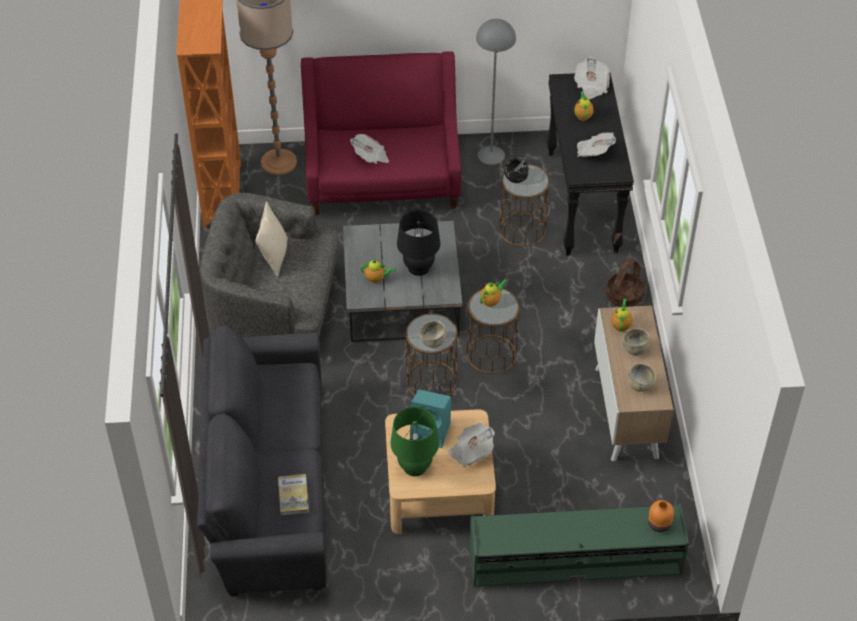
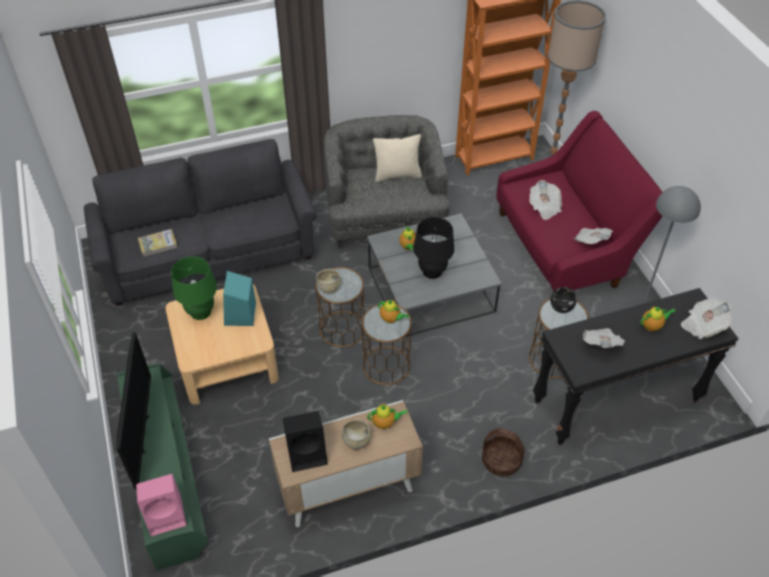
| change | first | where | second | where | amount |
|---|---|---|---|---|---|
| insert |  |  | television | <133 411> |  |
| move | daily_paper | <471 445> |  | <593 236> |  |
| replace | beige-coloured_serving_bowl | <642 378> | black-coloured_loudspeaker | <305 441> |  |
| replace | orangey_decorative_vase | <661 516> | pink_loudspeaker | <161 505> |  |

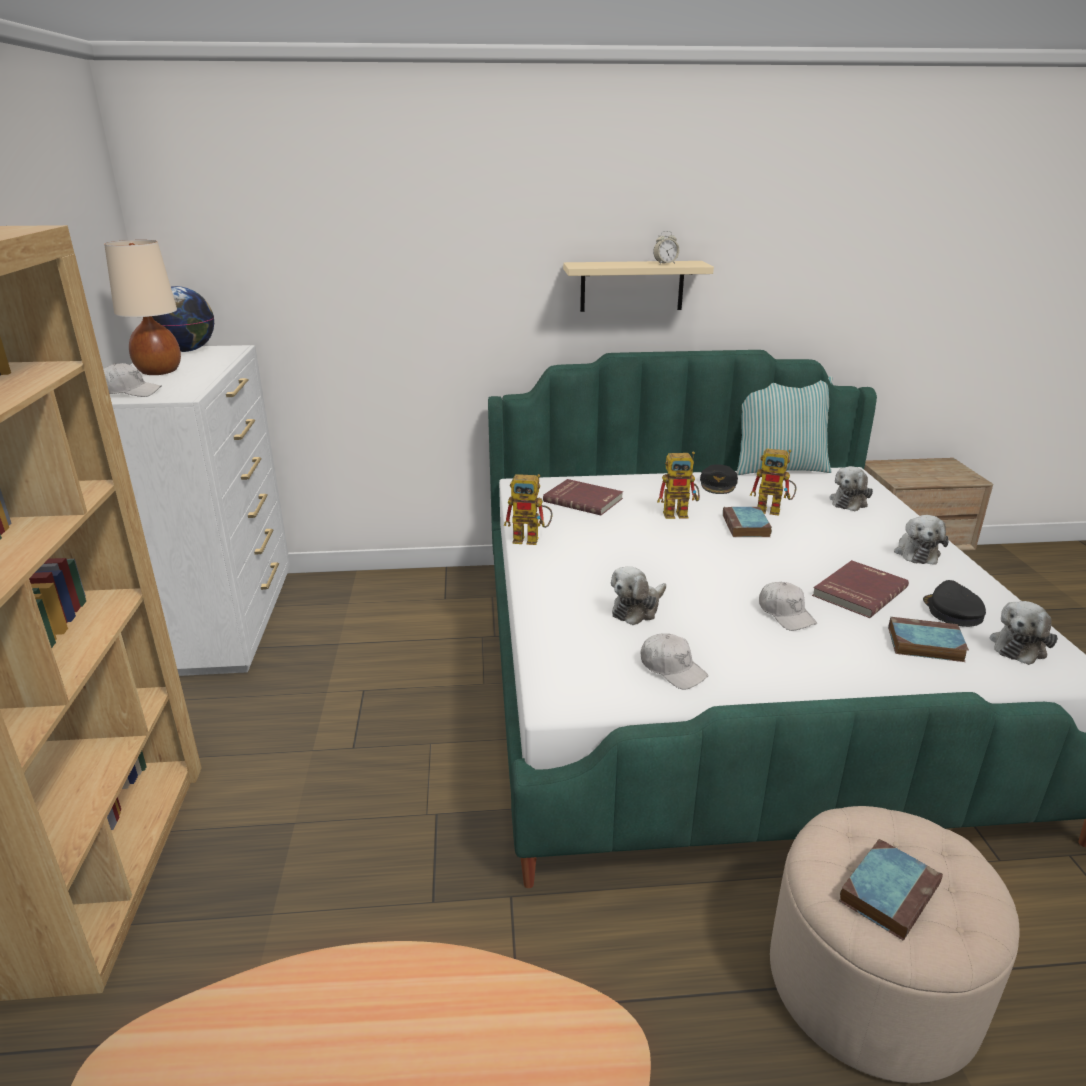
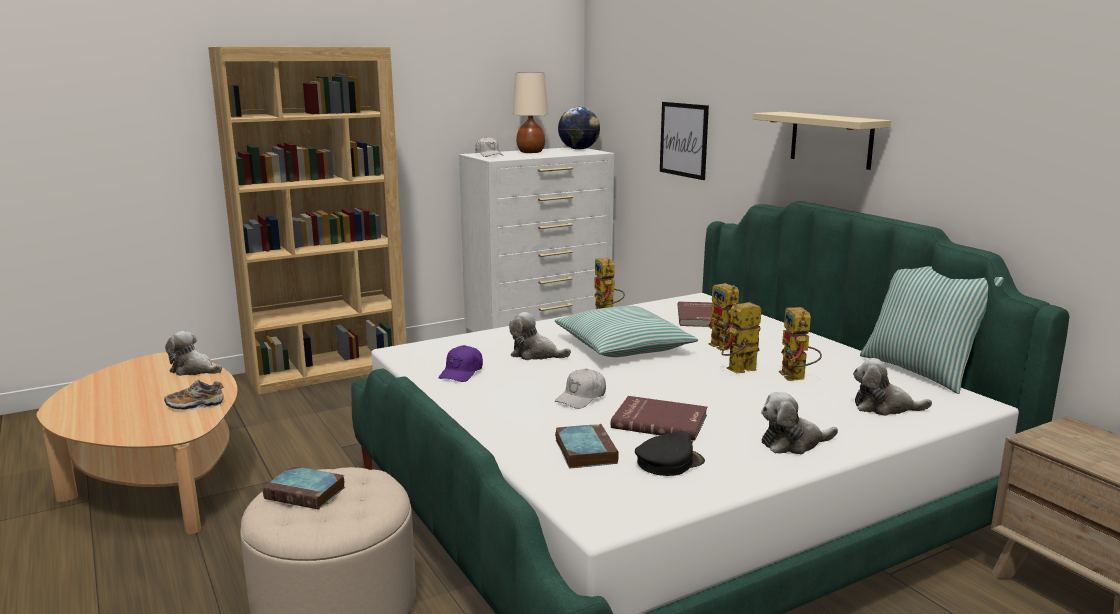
| change | first | where | second | where | amount |
|---|---|---|---|---|---|
| delete | alarm_clock | <666 247> |  |  |  |
| delete | black-coloured_baseball_cap | <719 479> |  |  |  |
| insert |  |  | low_shoe | <194 395> |  |
| insert |  |  | cushion | <626 331> |  |
| insert |  |  | wall_art | <684 141> |  |
| move | plush_toy | <1024 633> |  | <193 353> |  |
| replace | bound_book | <747 522> | robot_figure | <741 337> |  |
| recolor | whitish_baseball_cap | <674 661> | purplish_baseball_cap | <461 363> |  |

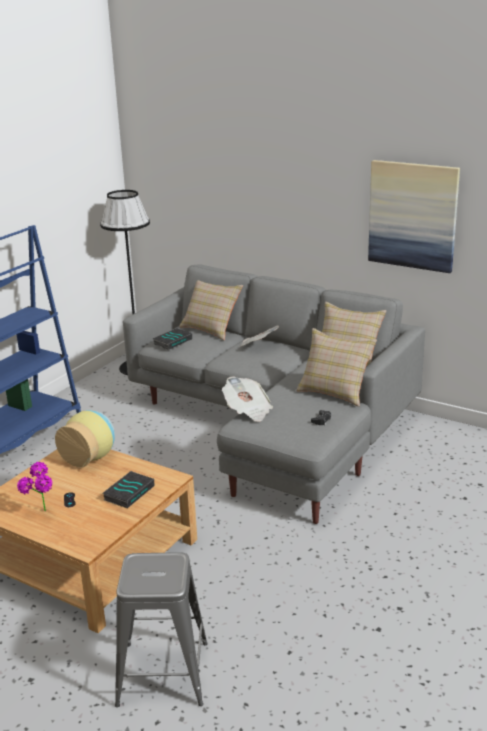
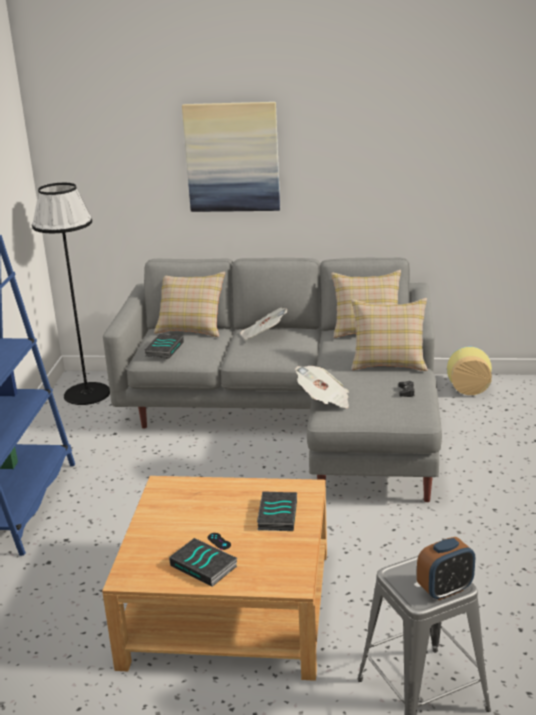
| change | first | where | second | where | amount |
|---|---|---|---|---|---|
| insert |  |  | alarm_clock | <446 568> |  |
| move | decorative_vase | <85 439> |  | <469 371> |  |
| move | wall_art | <414 216> |  | <231 157> |  |
| replace | houseplant | <35 486> | bound_book | <203 562> |  |

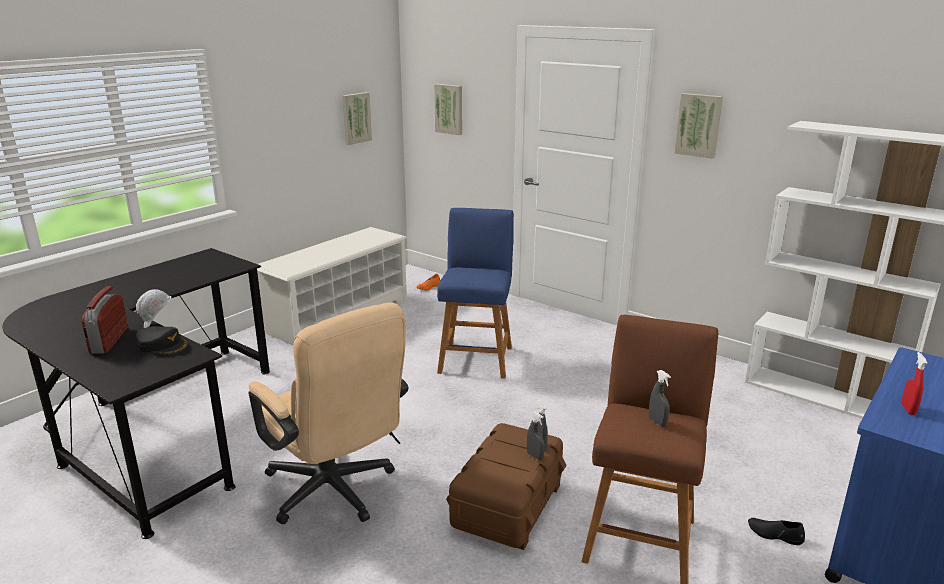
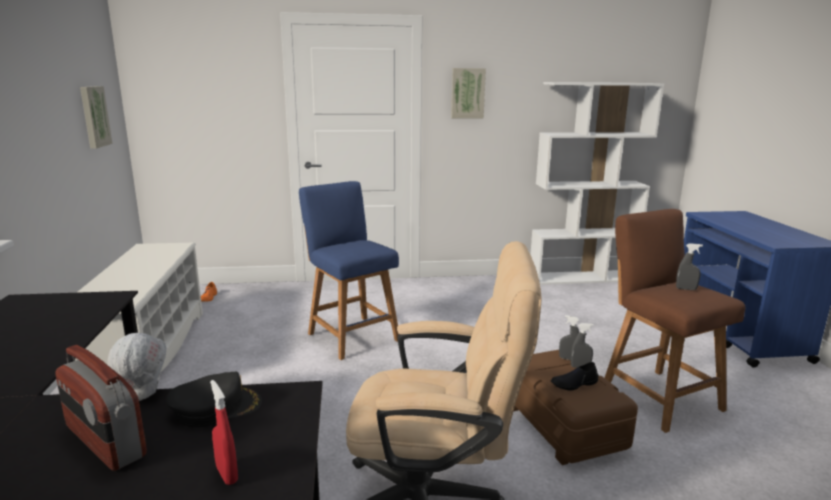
| change | first | where | second | where | amount |
|---|---|---|---|---|---|
| delete | wall_art | <448 109> |  |  |  |
| move | black-coloured_low_shoe | <776 531> |  | <574 376> |  |
| move | red_hand_sprayer | <914 383> |  | <224 432> |  |

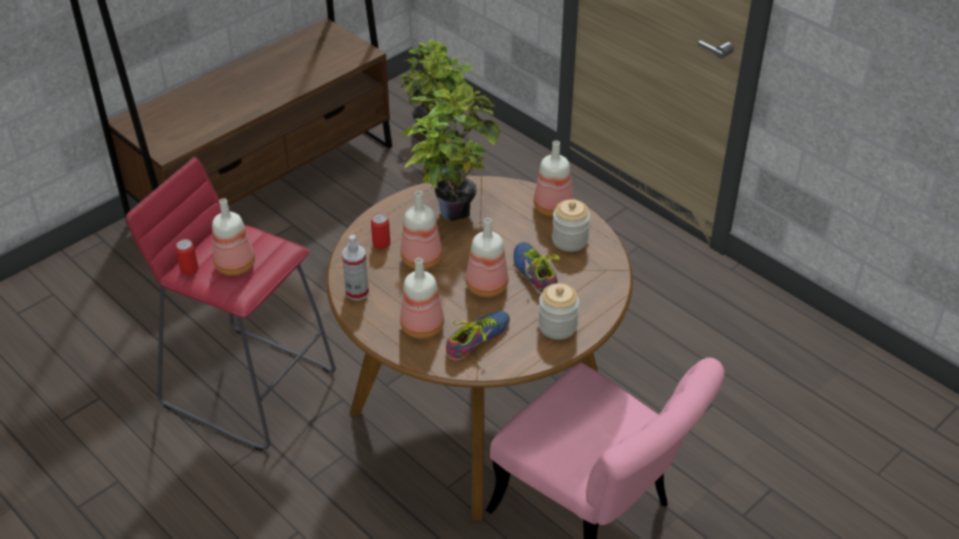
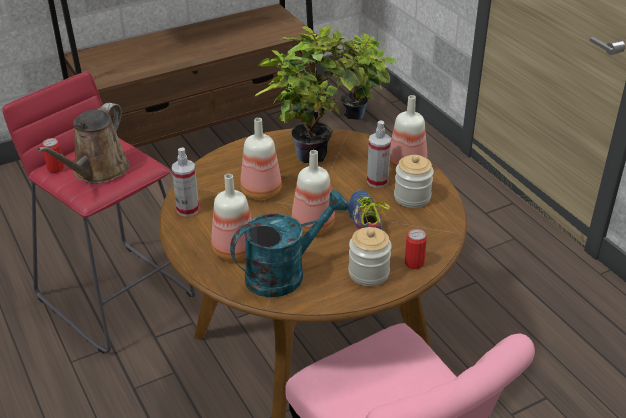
| change | first | where | second | where | amount |
|---|---|---|---|---|---|
| insert |  |  | hand_sprayer | <379 154> |  |
| move | can | <380 231> |  | <416 249> |  |
| replace | drink_bottle | <233 237> | brown_sprinkling_can | <83 143> |  |
| replace | low_shoe | <478 336> | turquoise-coloured_sprinkling_can | <289 244> |  |

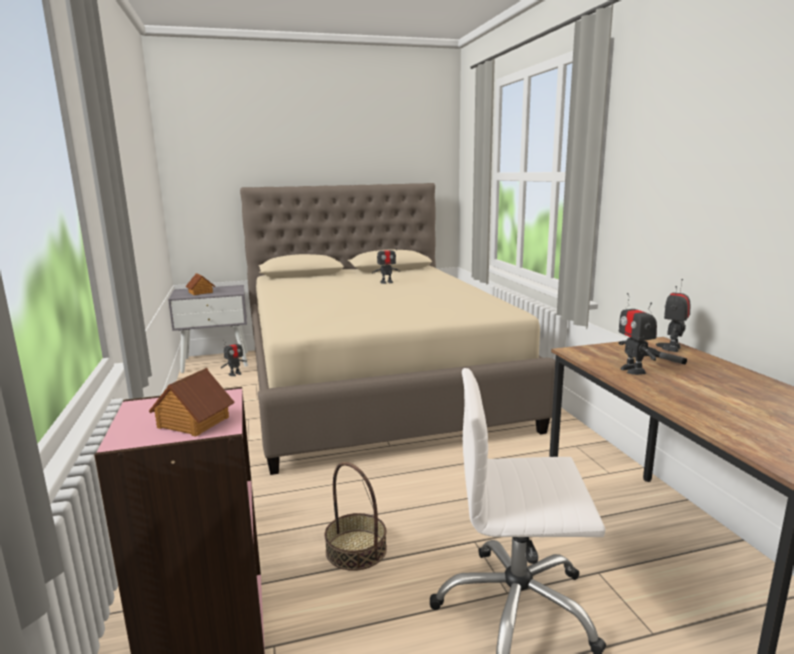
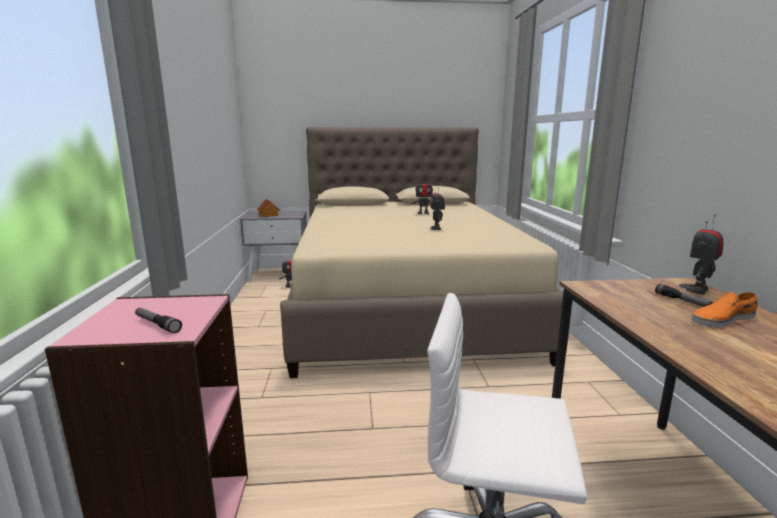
| change | first | where | second | where | amount |
|---|---|---|---|---|---|
| delete | storage_basket | <356 516> |  |  |  |
| insert |  |  | orangey_low_shoe | <724 309> |  |
| move | robot_figure | <637 334> |  | <437 207> |  |
| replace | toy_house | <191 402> | flashlight | <158 320> |  |

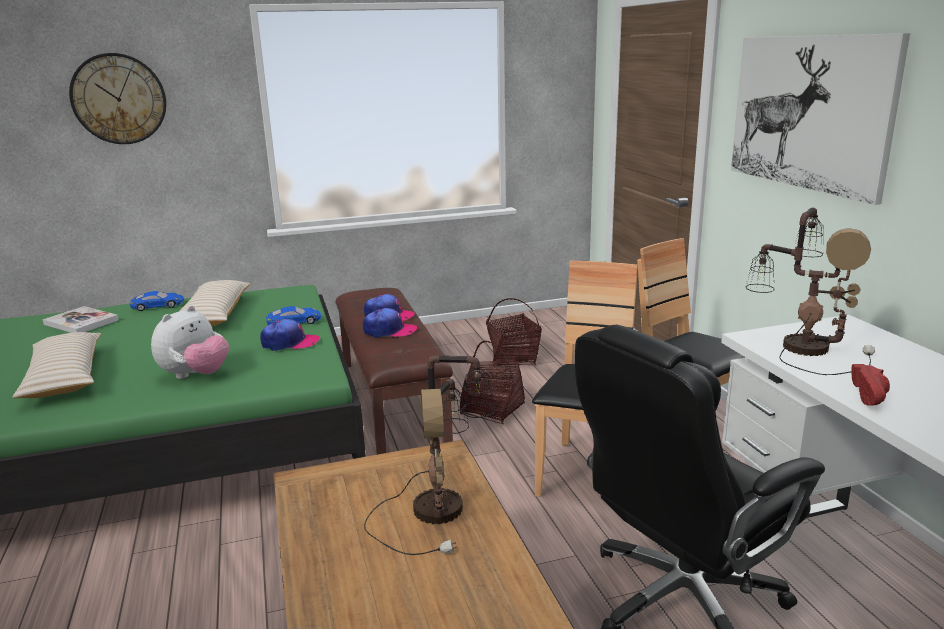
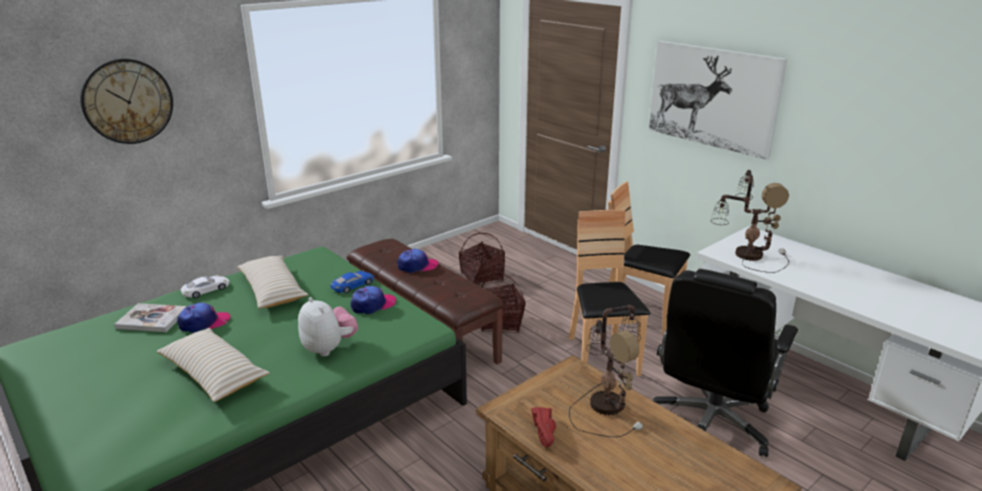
| change | first | where | second | where | amount |
|---|---|---|---|---|---|
| move | baseball_cap | <390 322> |  | <203 317> |  |
| move | red_low_shoe | <870 385> |  | <543 427> |  |
| recolor | blue-coloured_toy_car | <156 301> | whitish_toy_car | <205 286> |  |
| rotate | plush_toy | <190 342> |  | <328 326> | 45 degrees counterclockwise |

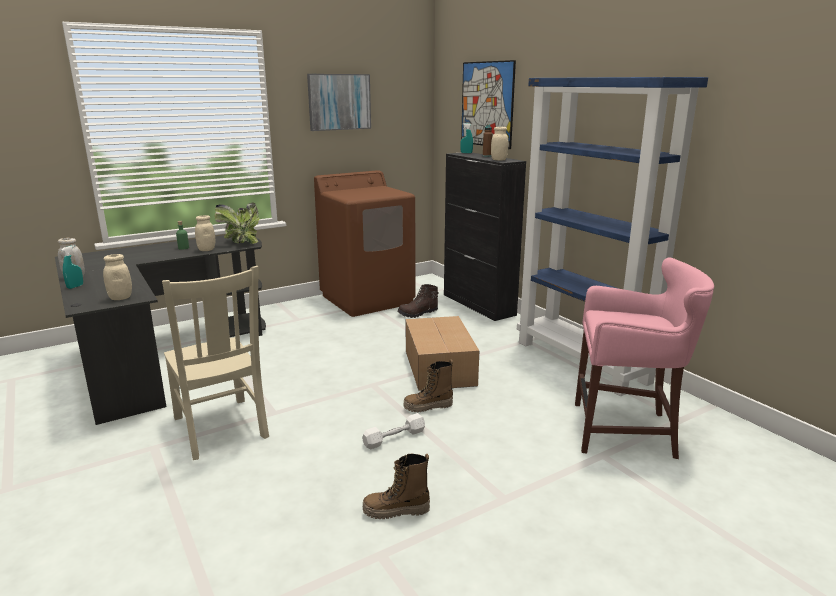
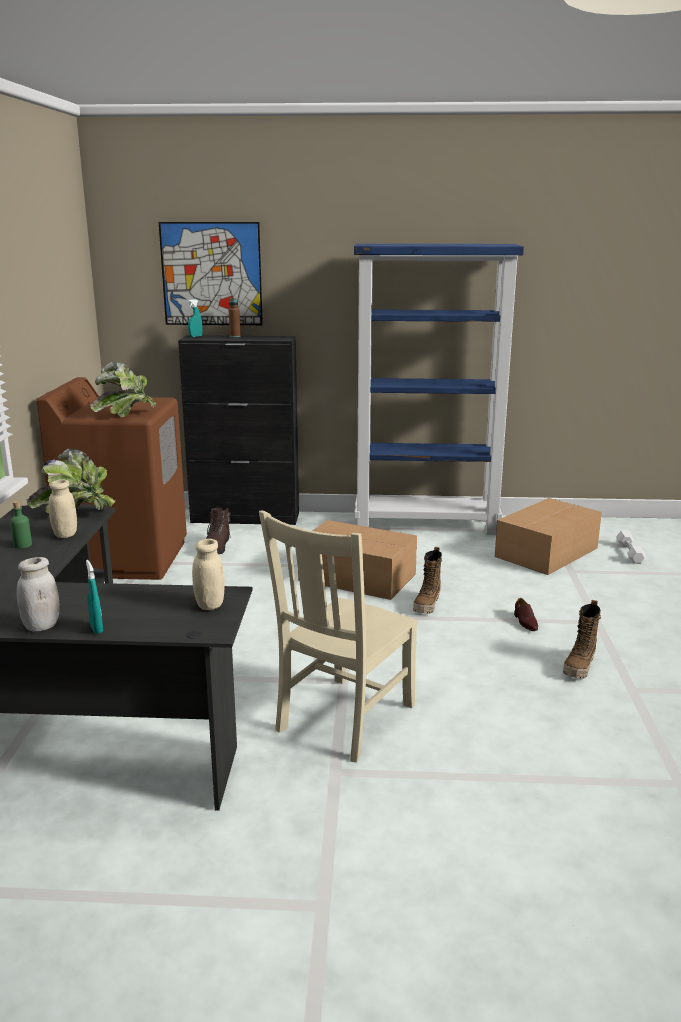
| change | first | where | second | where | amount |
|---|---|---|---|---|---|
| delete | wall_art | <339 102> |  |  |  |
| delete | beige-coloured_jar | <499 143> |  |  |  |
| insert |  |  | houseplant | <123 389> |  |
| insert |  |  | brown_low_shoe | <526 614> |  |
| move | whitish_dumbbell | <393 431> |  | <631 547> |  |
| replace | pink_stool | <644 358> | packing_box | <548 536> |  |
| rotate | beige-coloured_chair | <215 363> |  | <338 637> | 120 degrees clockwise |

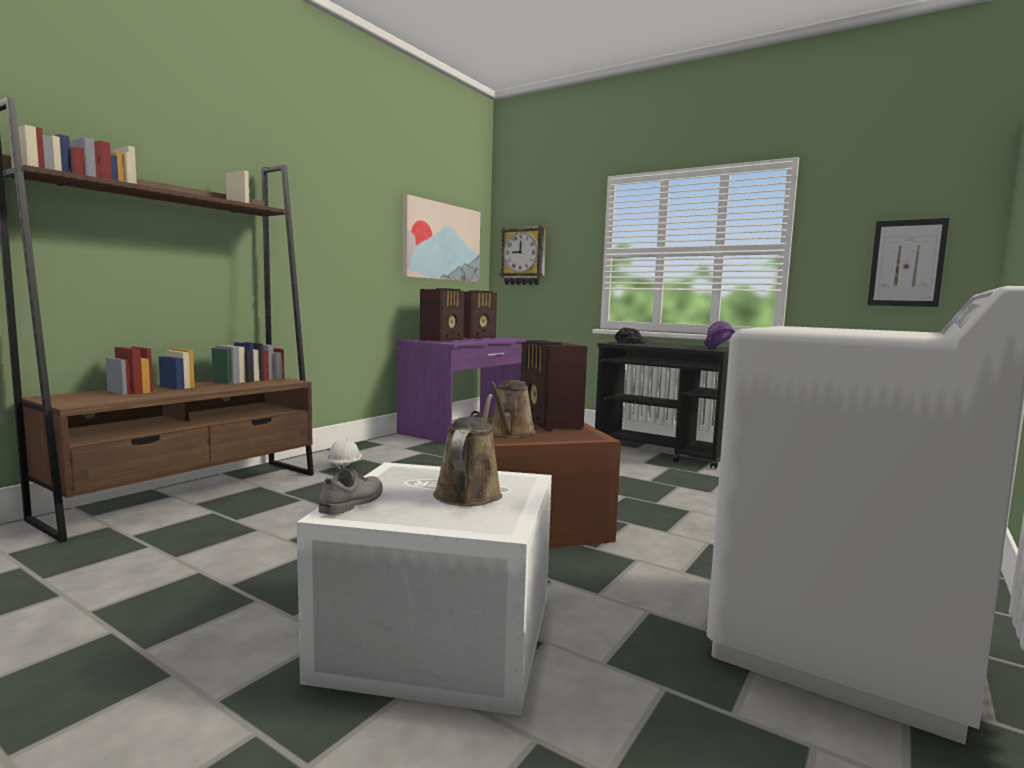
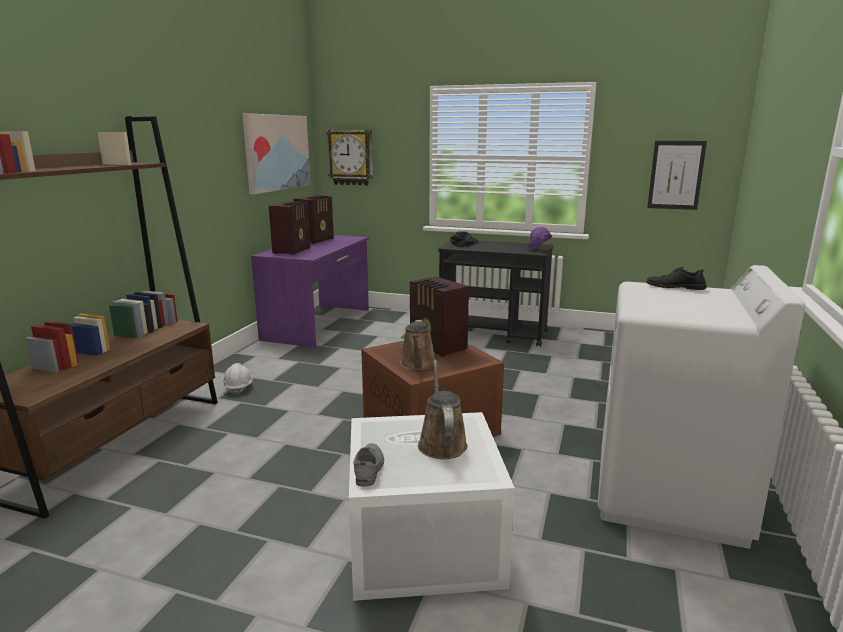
| change | first | where | second | where | amount |
|---|---|---|---|---|---|
| insert |  |  | black-coloured_low_shoe | <676 278> |  |

